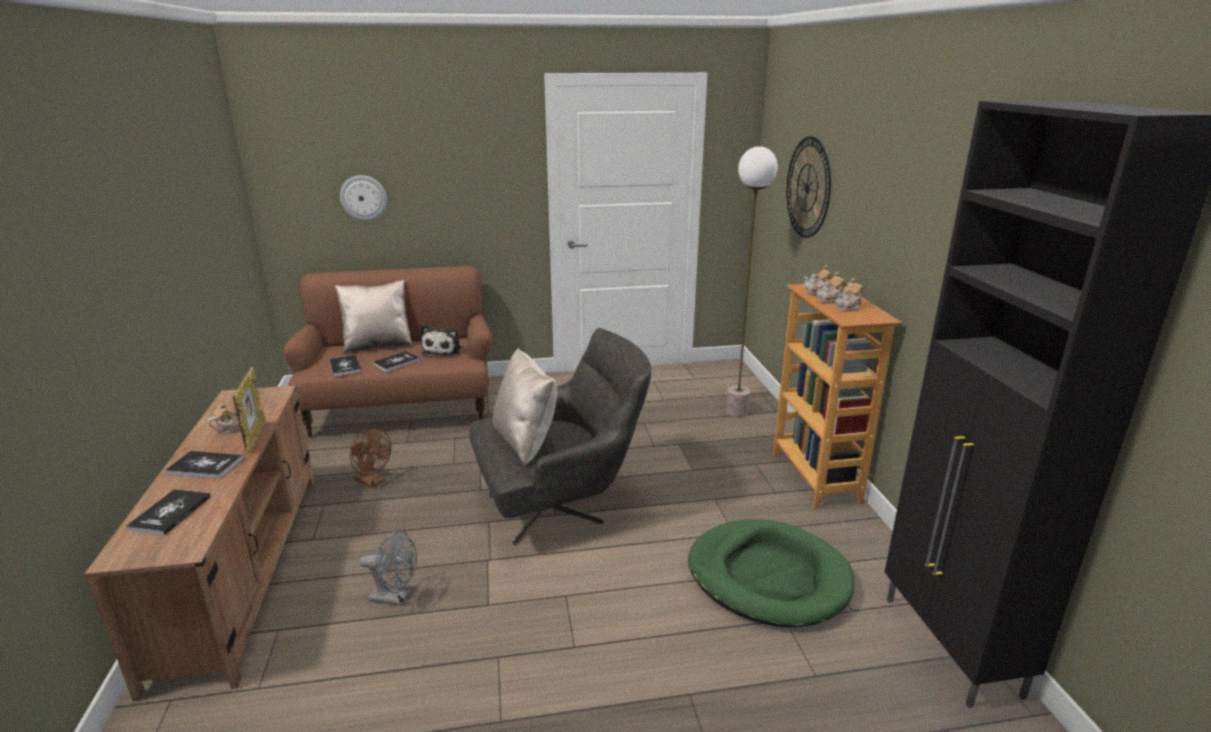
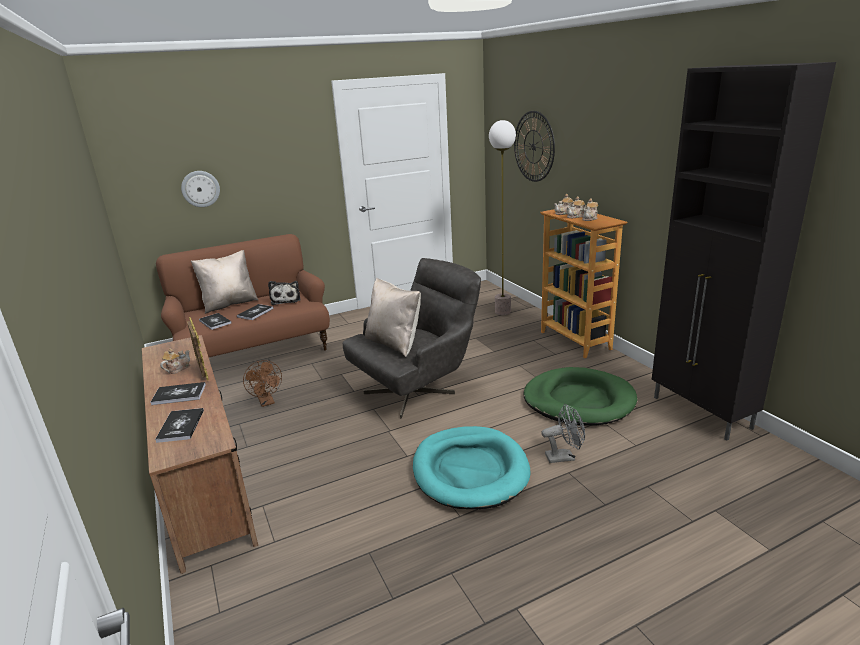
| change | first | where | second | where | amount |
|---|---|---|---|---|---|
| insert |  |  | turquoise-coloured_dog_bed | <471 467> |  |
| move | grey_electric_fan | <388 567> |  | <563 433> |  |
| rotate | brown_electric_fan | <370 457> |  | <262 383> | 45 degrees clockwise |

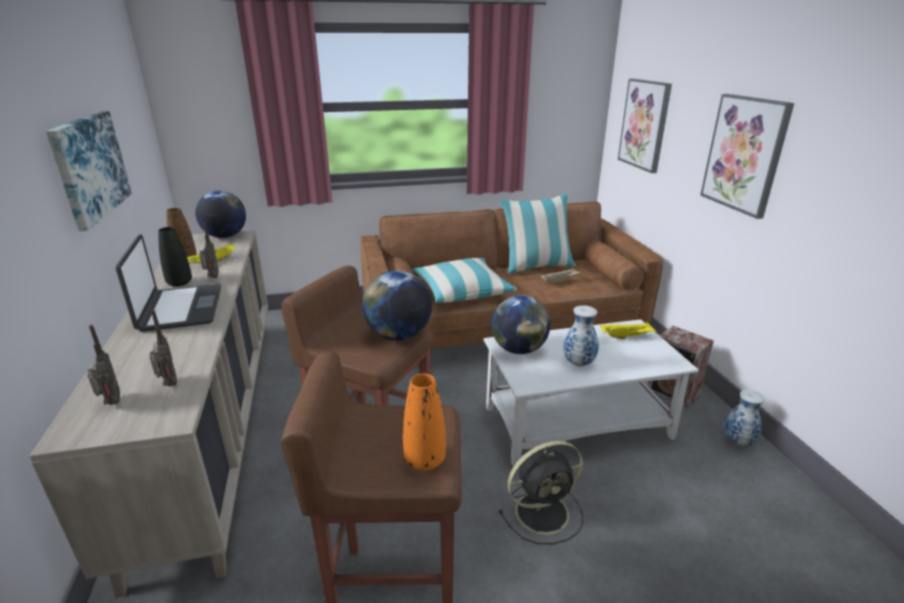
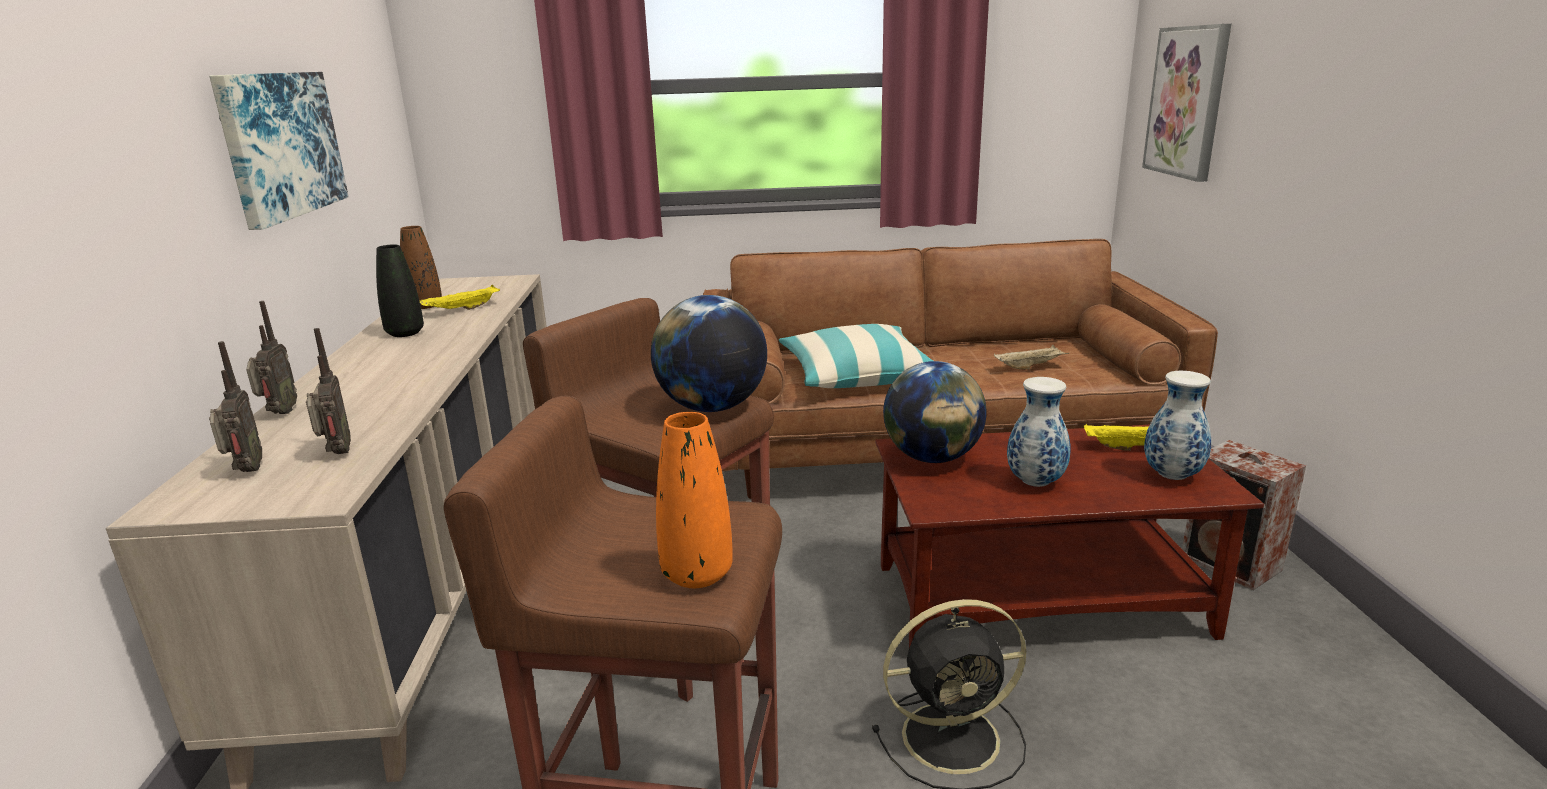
| change | first | where | second | where | amount |
|---|---|---|---|---|---|
| delete | notebook_computer | <169 283> |  |  |  |
| delete | globe | <220 214> |  |  |  |
| delete | cushion | <538 233> |  |  |  |
| delete | wall_art | <747 156> |  |  |  |
| move | radio_receiver | <209 250> |  | <271 357> |  |
| move | decorative_vase | <744 418> |  | <1177 425> |  |
| recolor | whitish_low_table | <591 393> | brown_low_table | <1069 536> |  |

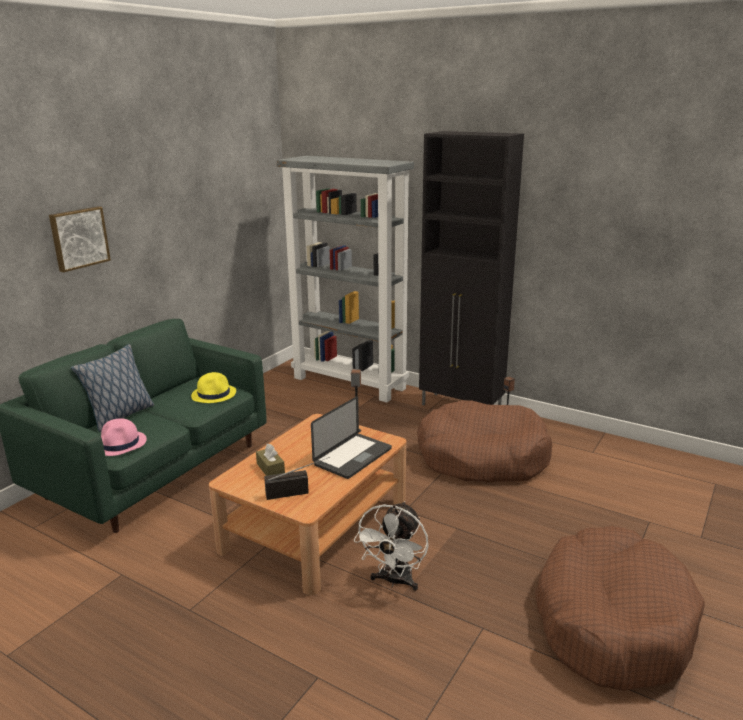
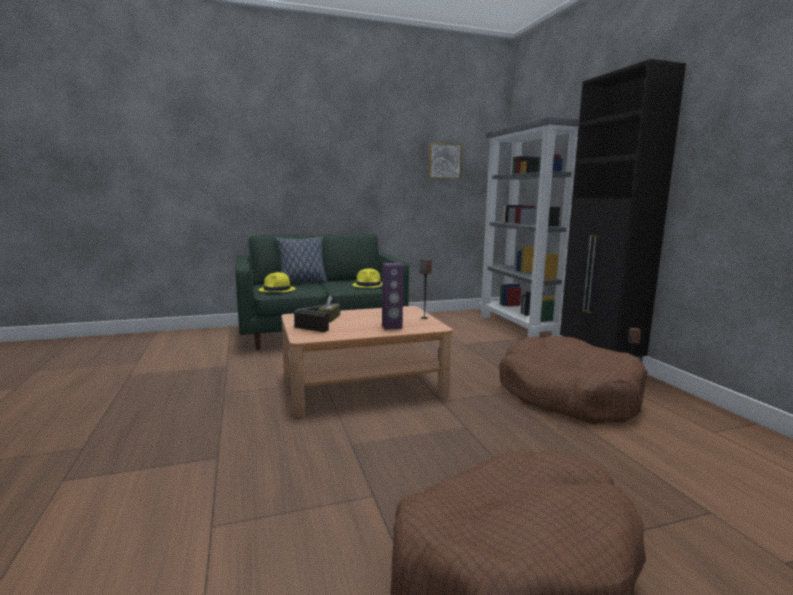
| change | first | where | second | where | amount |
|---|---|---|---|---|---|
| delete | whitish_electric_fan | <391 546> |  |  |  |
| move | wall_art | <80 239> |  | <445 161> |  |
| replace | notebook_computer | <351 437> | purplish_loudspeaker | <392 296> |  |
| recolor | pink_hat | <124 437> | yellow_hat | <277 282> |  |

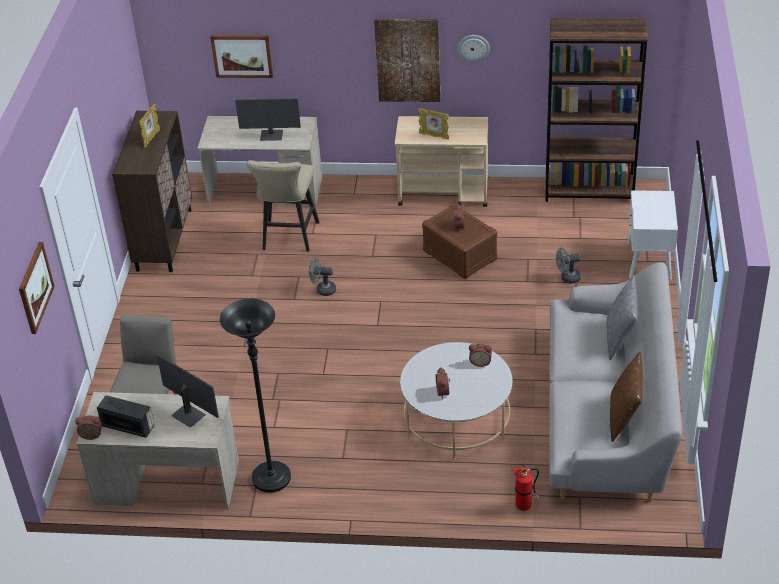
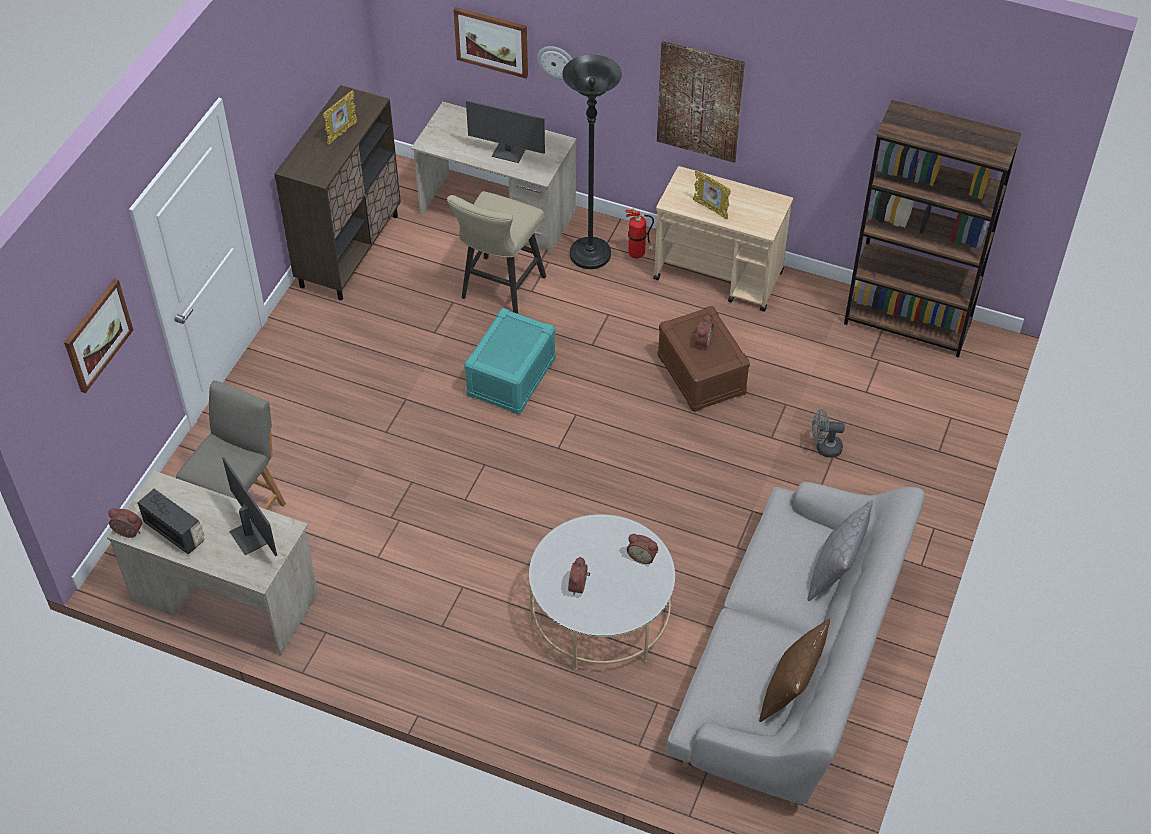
| change | first | where | second | where | amount |
|---|---|---|---|---|---|
| delete | whitish_bedside_table | <652 235> |  |  |  |
| move | black-coloured_standard_lamp | <255 396> |  | <592 162> |  |
| move | hanging_clock | <474 48> |  | <554 63> |  |
| move | fire_extinguisher | <526 488> |  | <639 233> |  |
| replace | grey_electric_fan | <322 277> | turquoise-coloured_storage_box | <510 361> |  |

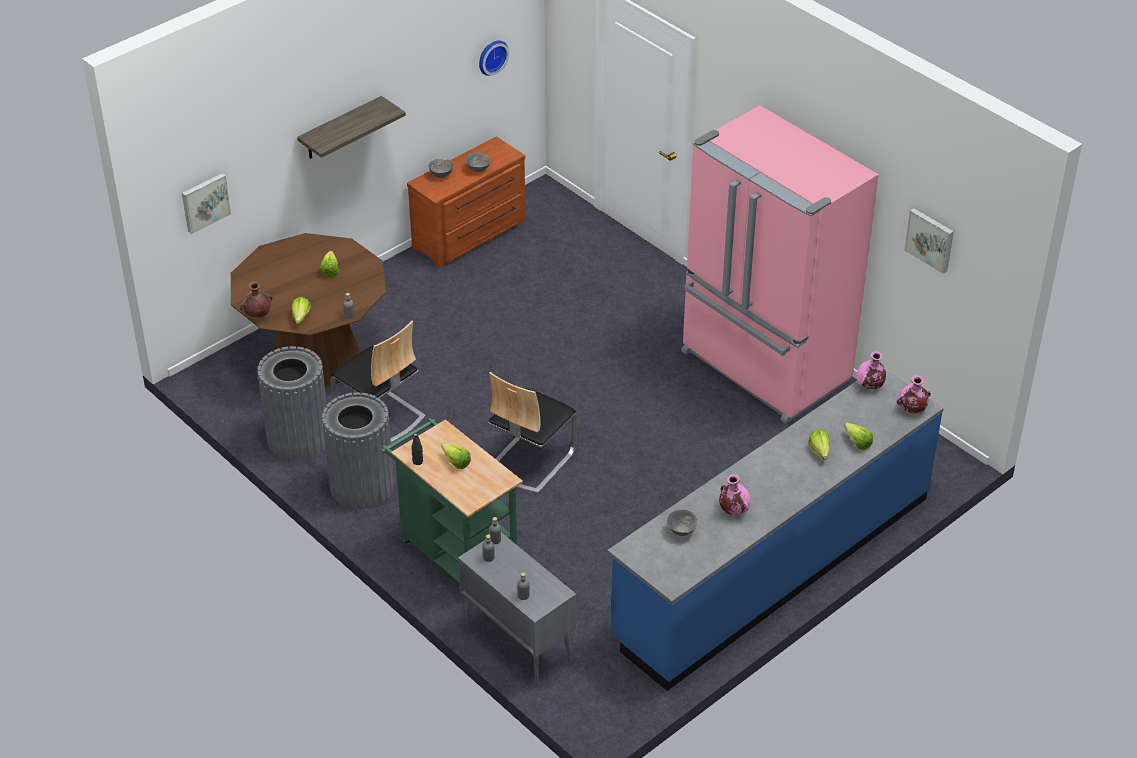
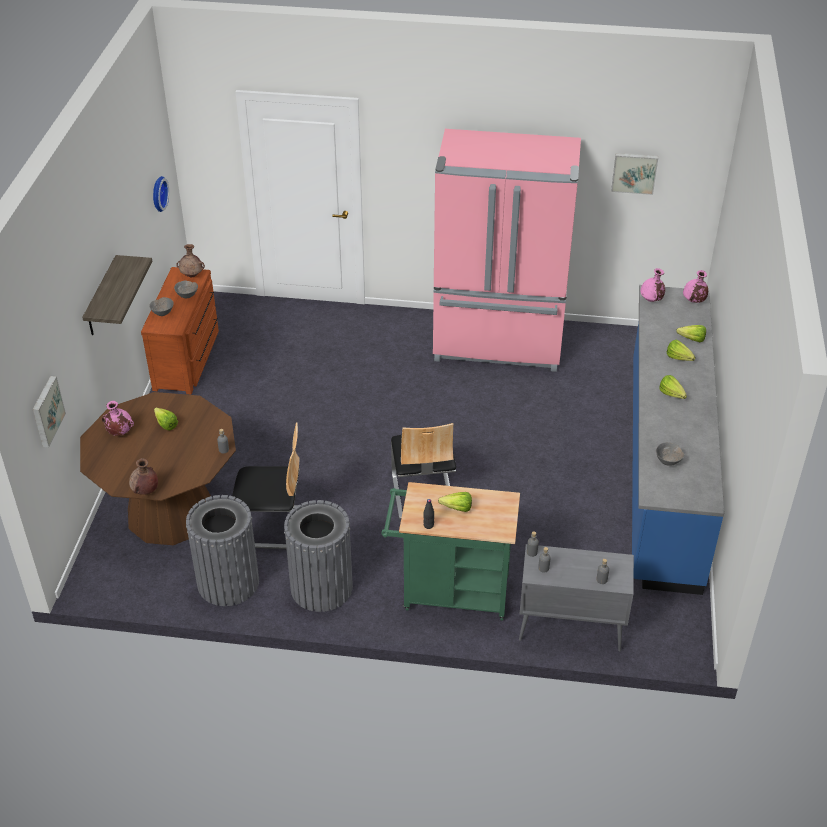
| change | first | where | second | where | amount |
|---|---|---|---|---|---|
| insert |  |  | brown_decorative_vase | <190 260> |  |
| move | head_of_lettuce | <301 311> |  | <673 387> |  |
| move | pink_decorative_vase | <735 494> |  | <118 418> |  |

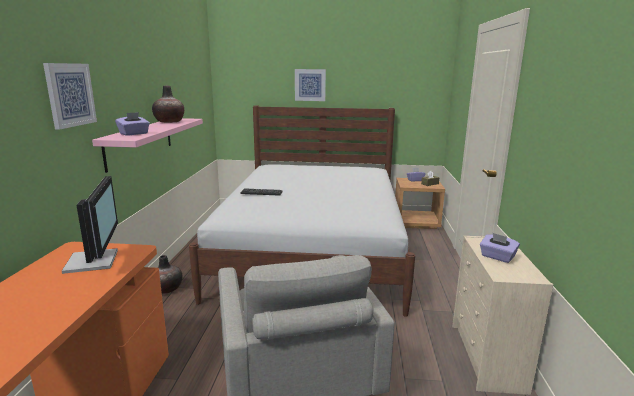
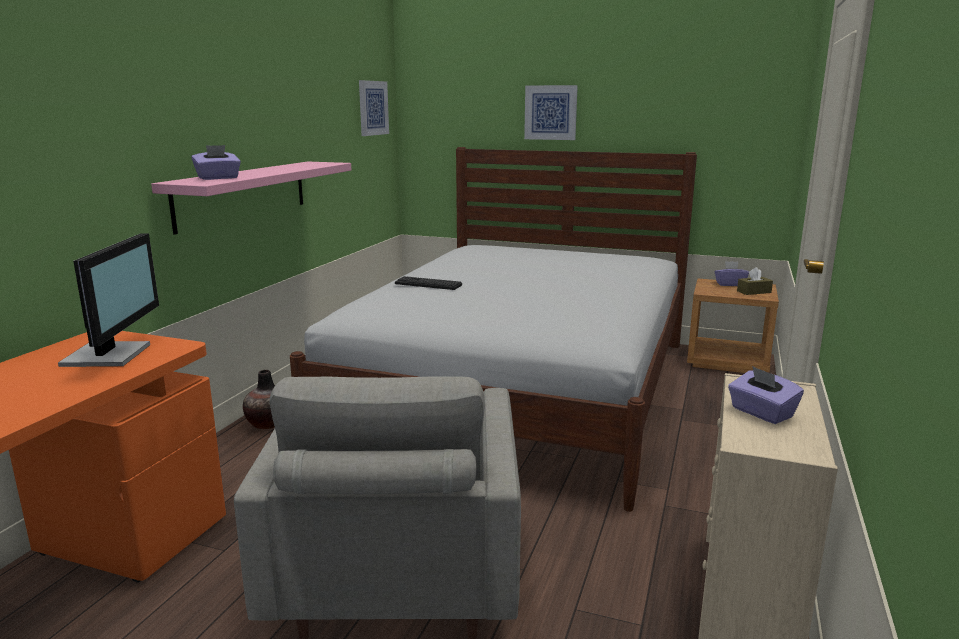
| change | first | where | second | where | amount |
|---|---|---|---|---|---|
| delete | decorative_vase | <168 104> |  |  |  |
| move | wall_art | <70 96> |  | <374 108> |  |

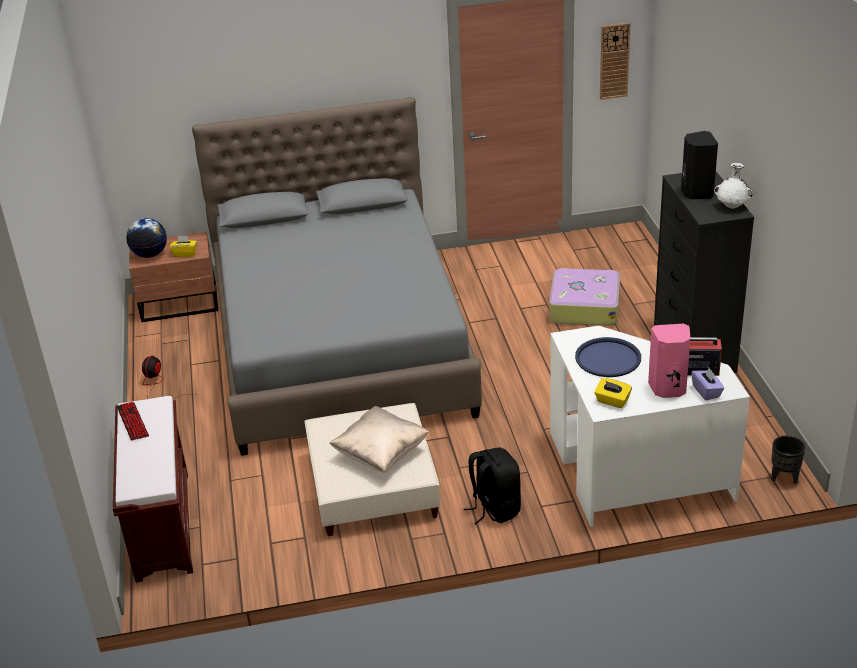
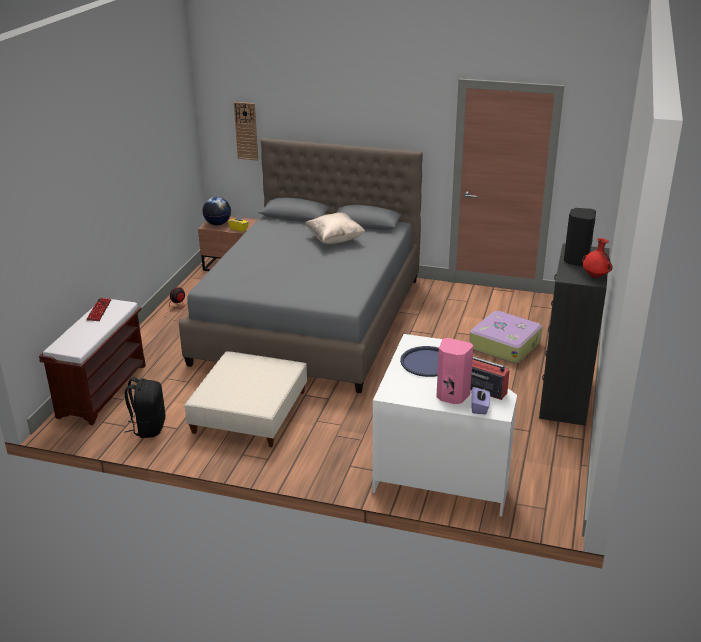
| change | first | where | second | where | amount |
|---|---|---|---|---|---|
| delete | yellow_tissue_holder | <613 393> |  |  |  |
| delete | black-coloured_flower_pot | <788 460> |  |  |  |
| move | beige-coloured_cushion | <379 439> |  | <335 228> |  |
| move | black-coloured_rucksack | <492 486> |  | <144 407> |  |
| move | hanging_clock | <615 61> |  | <246 131> |  |
| recolor | whitish_decorative_vase | <733 186> | red_decorative_vase | <597 258> |  |

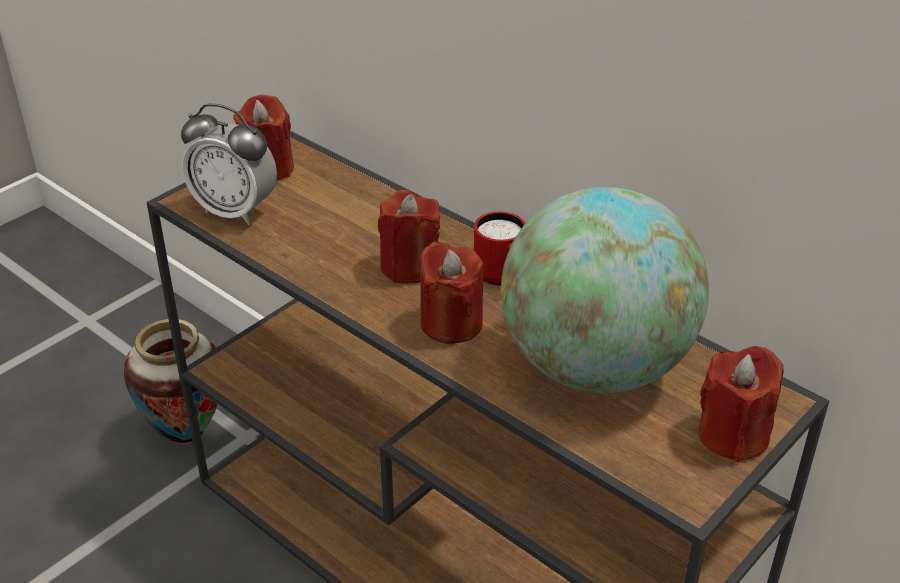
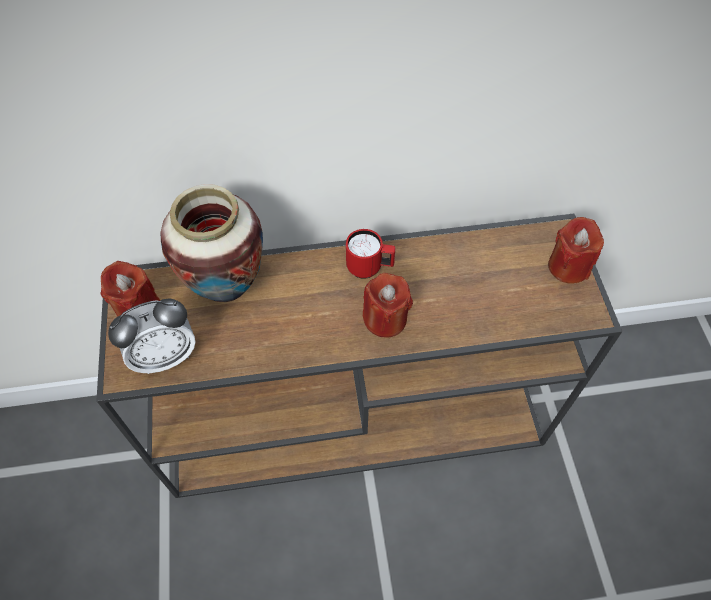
| change | first | where | second | where | amount |
|---|---|---|---|---|---|
| delete | red_wax_light | <409 237> |  |  |  |
| delete | globe | <605 290> |  |  |  |
| move | decorative_vase | <171 381> |  | <211 243> |  |

